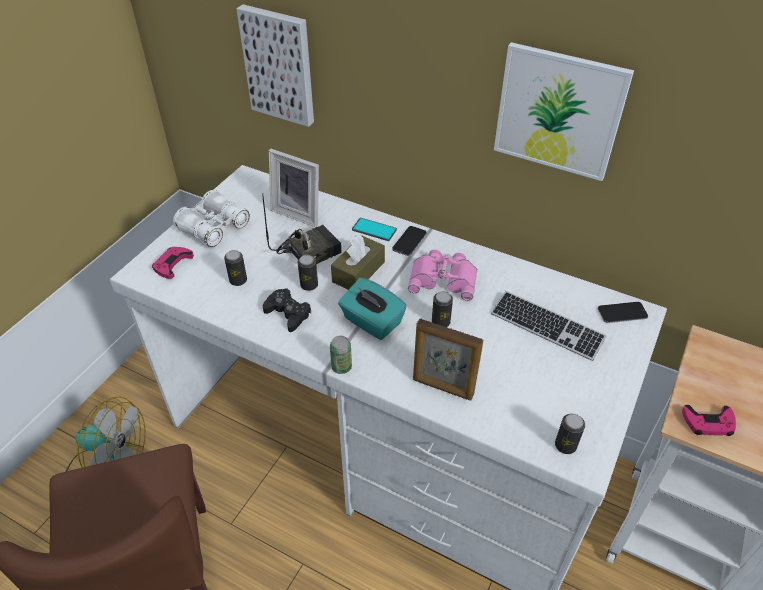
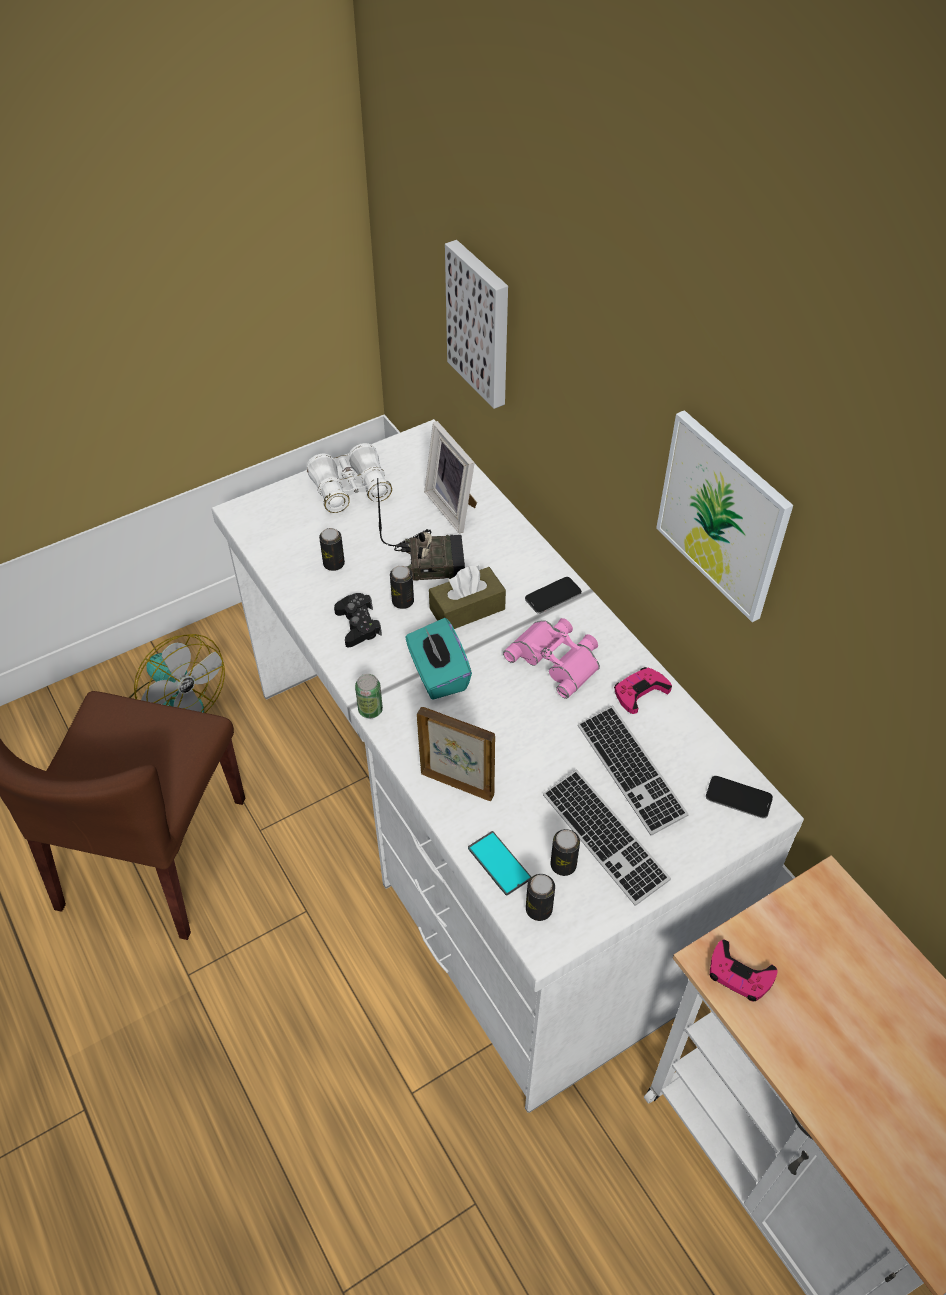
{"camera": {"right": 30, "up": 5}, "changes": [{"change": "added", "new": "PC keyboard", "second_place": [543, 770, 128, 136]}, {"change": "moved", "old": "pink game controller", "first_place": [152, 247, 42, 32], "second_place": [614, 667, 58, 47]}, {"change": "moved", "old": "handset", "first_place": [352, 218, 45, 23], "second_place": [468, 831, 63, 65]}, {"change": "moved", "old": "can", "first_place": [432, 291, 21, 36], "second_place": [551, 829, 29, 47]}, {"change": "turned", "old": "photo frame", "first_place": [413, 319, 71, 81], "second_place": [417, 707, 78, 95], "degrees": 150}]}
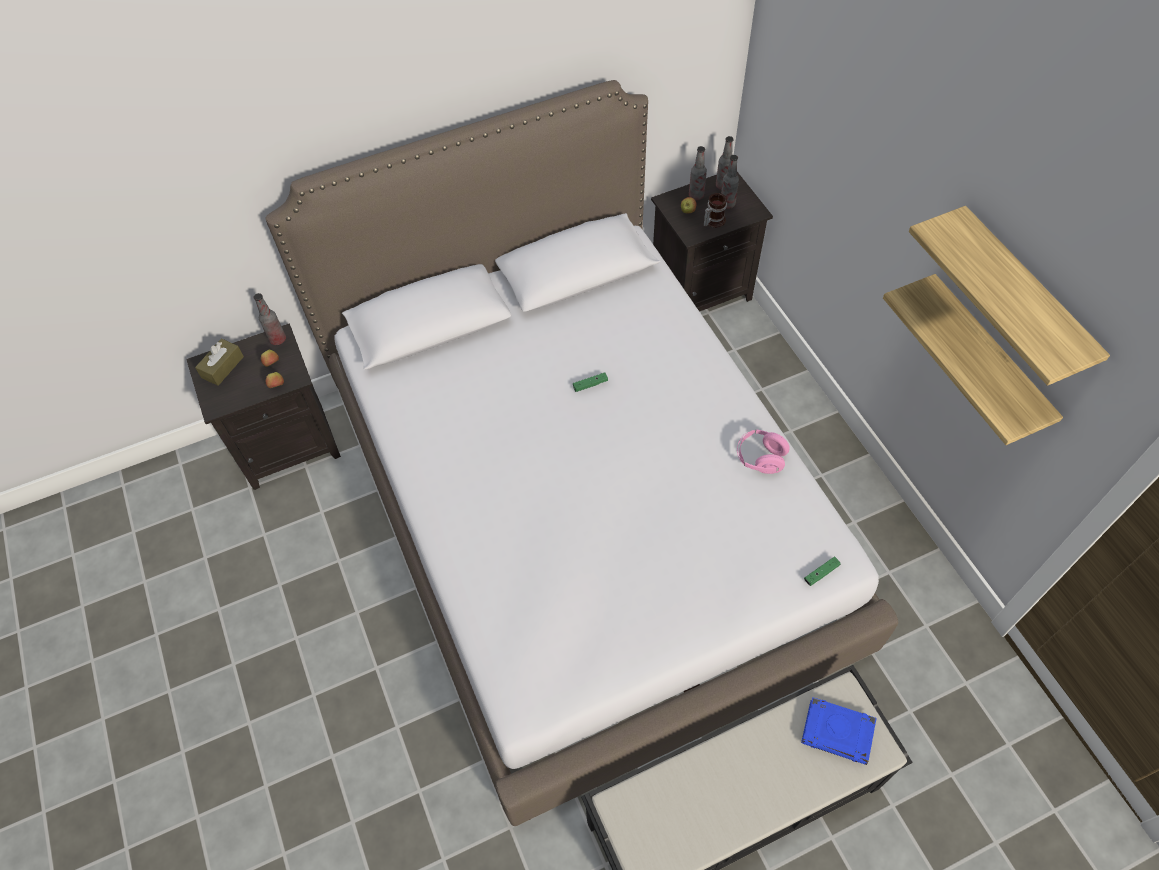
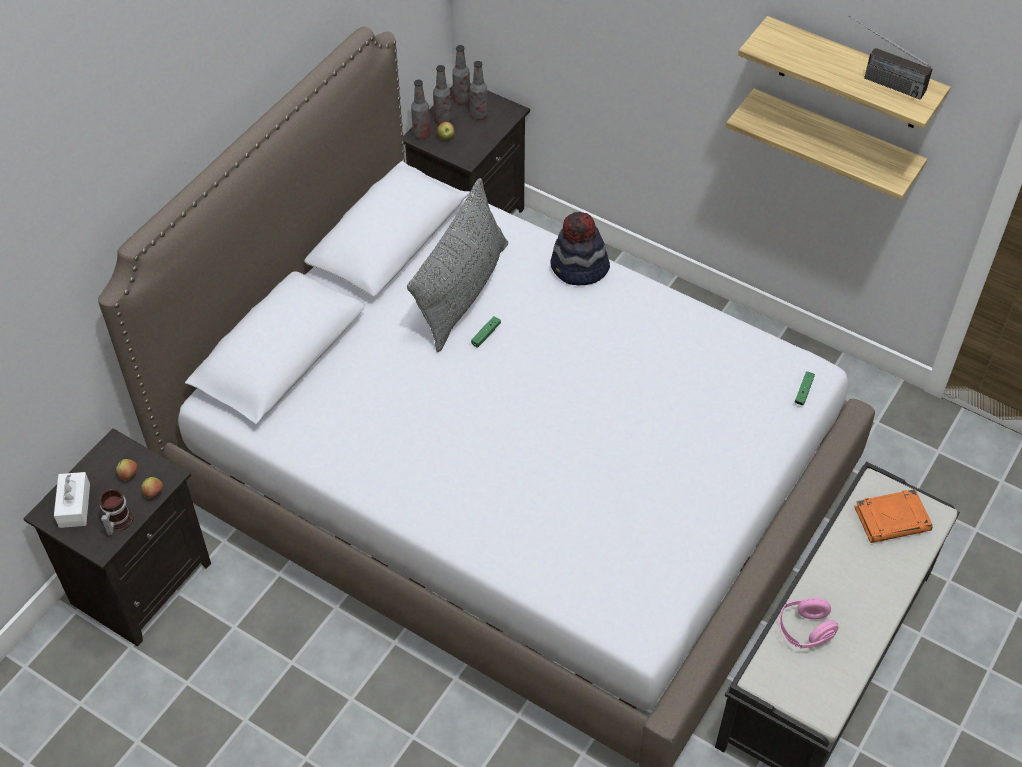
{"camera": {"right": -35, "up": -5}, "changes": [{"change": "added", "new": "grey cushion", "second_place": [407, 178, 101, 174]}, {"change": "added", "new": "hat", "second_place": [550, 212, 60, 73]}, {"change": "added", "new": "radio", "second_place": [849, 16, 83, 84]}, {"change": "moved", "old": "drink bottle", "first_place": [254, 293, 32, 52], "second_place": [411, 79, 19, 60]}, {"change": "moved", "old": "mug", "first_place": [704, 193, 23, 35], "second_place": [98, 488, 36, 48]}, {"change": "moved", "old": "pink pair of headphones", "first_place": [737, 429, 53, 45], "second_place": [778, 598, 61, 50]}, {"change": "recoloured", "old": "brownish box of tissues", "new": "whitish box of tissues", "first_place": [195, 339, 49, 47], "second_place": [54, 472, 36, 56]}, {"change": "recoloured", "old": "blue book", "new": "orange-coloured book", "first_place": [801, 697, 76, 68], "second_place": [855, 489, 77, 54]}]}
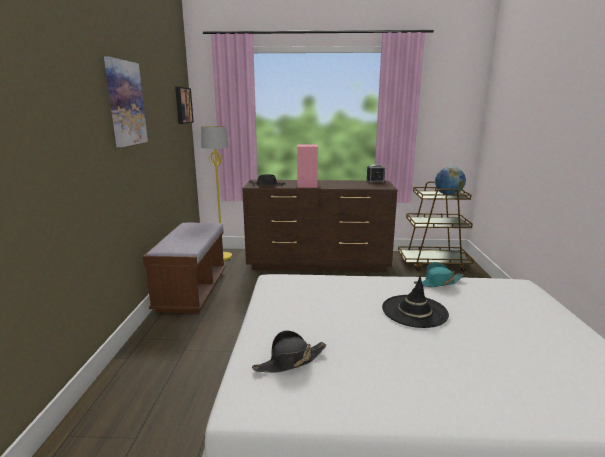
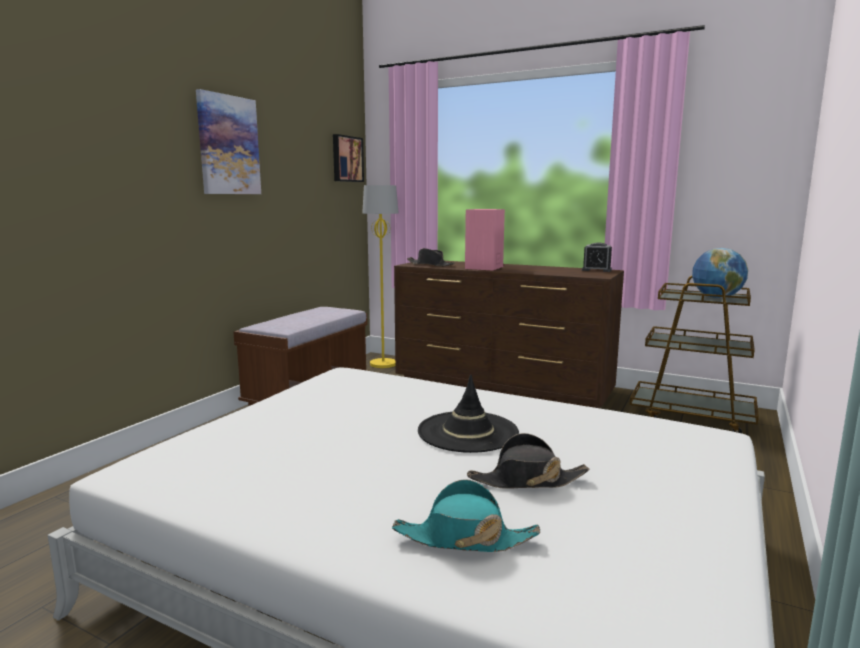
{"camera": {"right": 25, "up": -5}, "changes": [{"change": "moved", "old": "black-coloured hat", "first_place": [252, 330, 74, 43], "second_place": [467, 433, 122, 56]}, {"change": "moved", "old": "turquoise hat", "first_place": [414, 262, 50, 25], "second_place": [392, 479, 148, 73]}]}
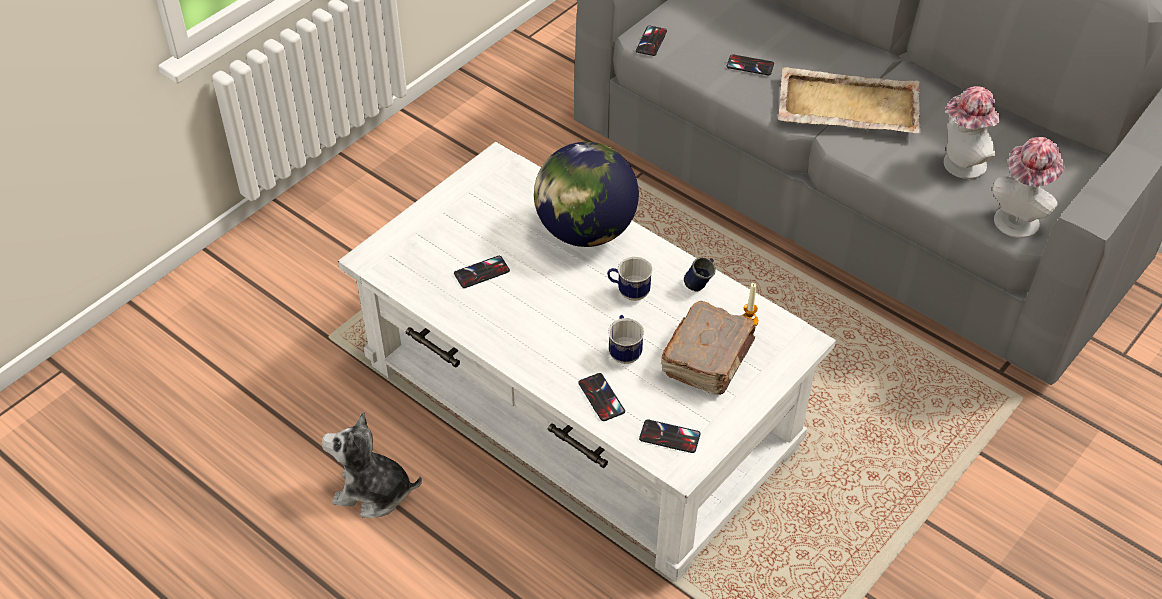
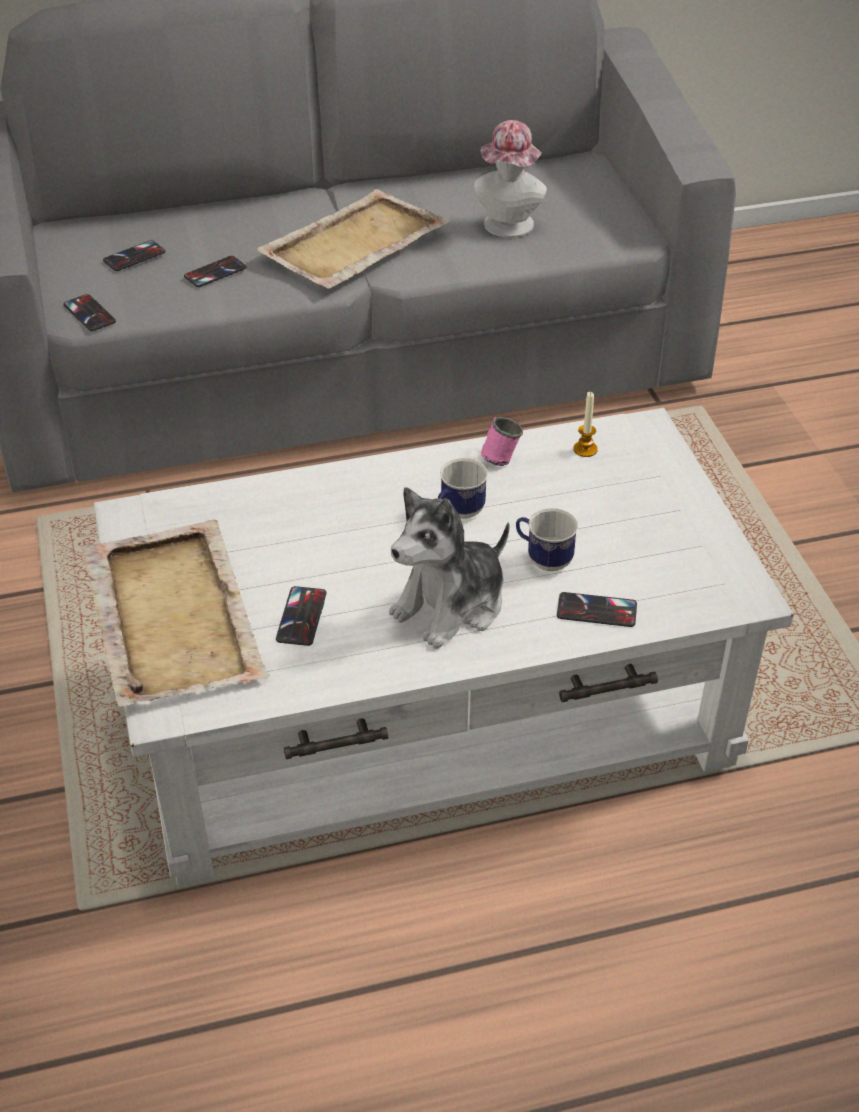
{"camera": {"right": -55, "up": -5}, "changes": [{"change": "removed", "old": "world globe", "first_place": [534, 142, 105, 105]}, {"change": "removed", "old": "brownish book", "first_place": [661, 301, 95, 94]}, {"change": "removed", "old": "hat", "first_place": [993, 137, 72, 101]}, {"change": "added", "new": "beige carrying tray", "second_place": [82, 520, 188, 187]}, {"change": "moved", "old": "soft toy", "first_place": [322, 411, 100, 107], "second_place": [389, 487, 121, 162]}, {"change": "moved", "old": "handset", "first_place": [639, 419, 61, 34], "second_place": [103, 240, 62, 31]}, {"change": "recoloured", "old": "blue mug", "new": "pink mug", "first_place": [684, 257, 32, 35], "second_place": [481, 417, 42, 49]}]}
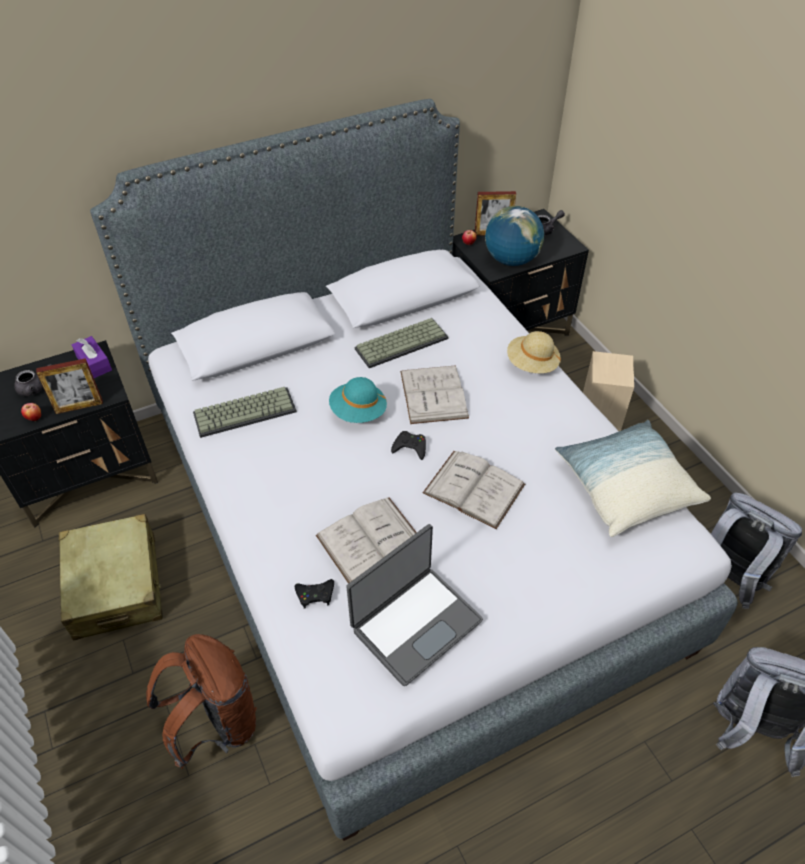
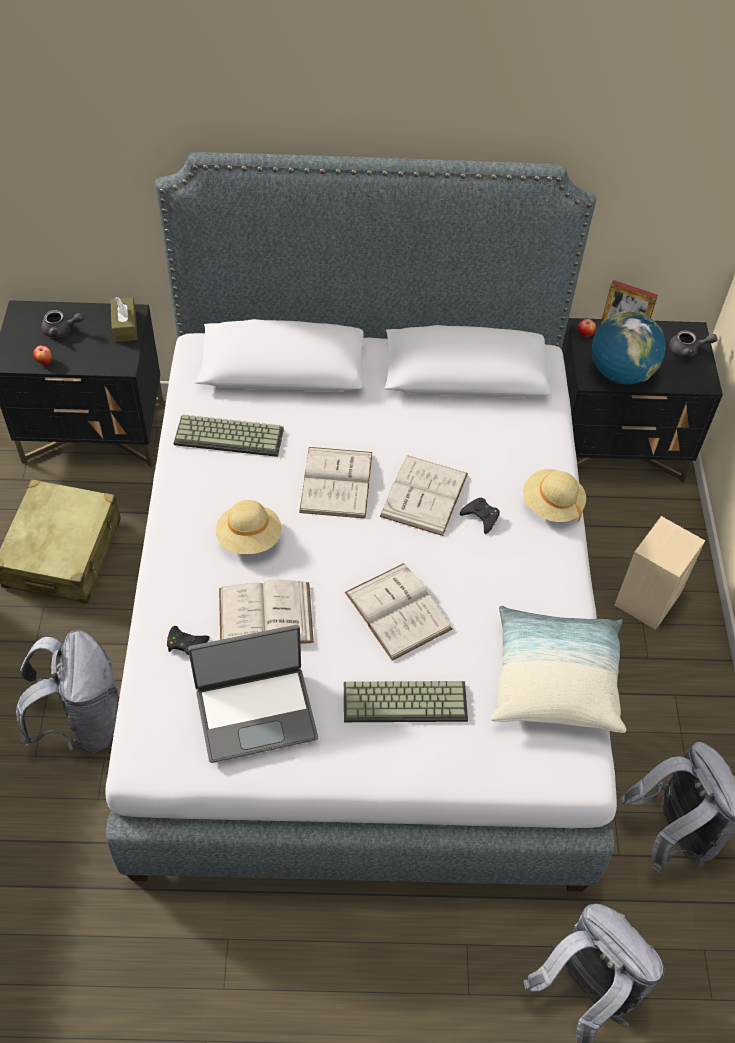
{"camera": {"right": 25, "up": 5}, "changes": [{"change": "removed", "old": "photo frame", "first_place": [36, 358, 67, 56]}, {"change": "added", "new": "beige hat", "second_place": [216, 500, 65, 54]}, {"change": "moved", "old": "PC keyboard", "first_place": [355, 318, 93, 50], "second_place": [344, 681, 124, 41]}, {"change": "moved", "old": "black-coloured game controller", "first_place": [391, 431, 35, 29], "second_place": [460, 498, 40, 36]}, {"change": "replaced", "old": "turquoise hat", "new": "whitish book", "first_place": [329, 377, 58, 46], "second_place": [299, 447, 74, 72]}, {"change": "recoloured", "old": "purplish box of tissues", "new": "brownish box of tissues", "first_place": [72, 336, 40, 42], "second_place": [110, 297, 28, 45]}, {"change": "recoloured", "old": "brownish knapsack", "new": "grey knapsack", "first_place": [146, 634, 111, 135], "second_place": [16, 630, 102, 123]}]}
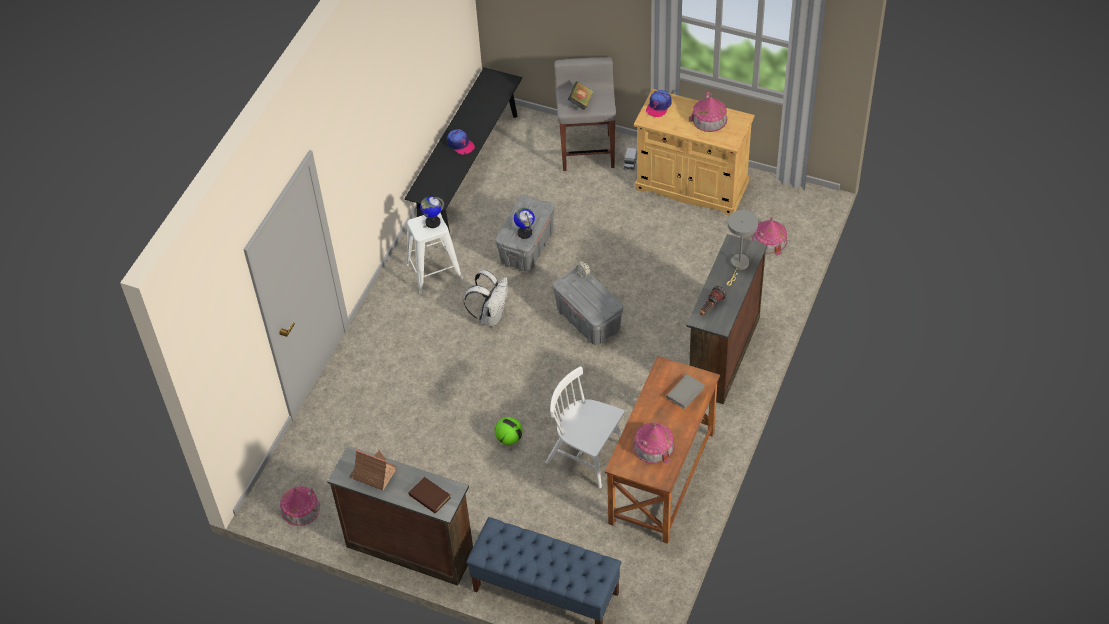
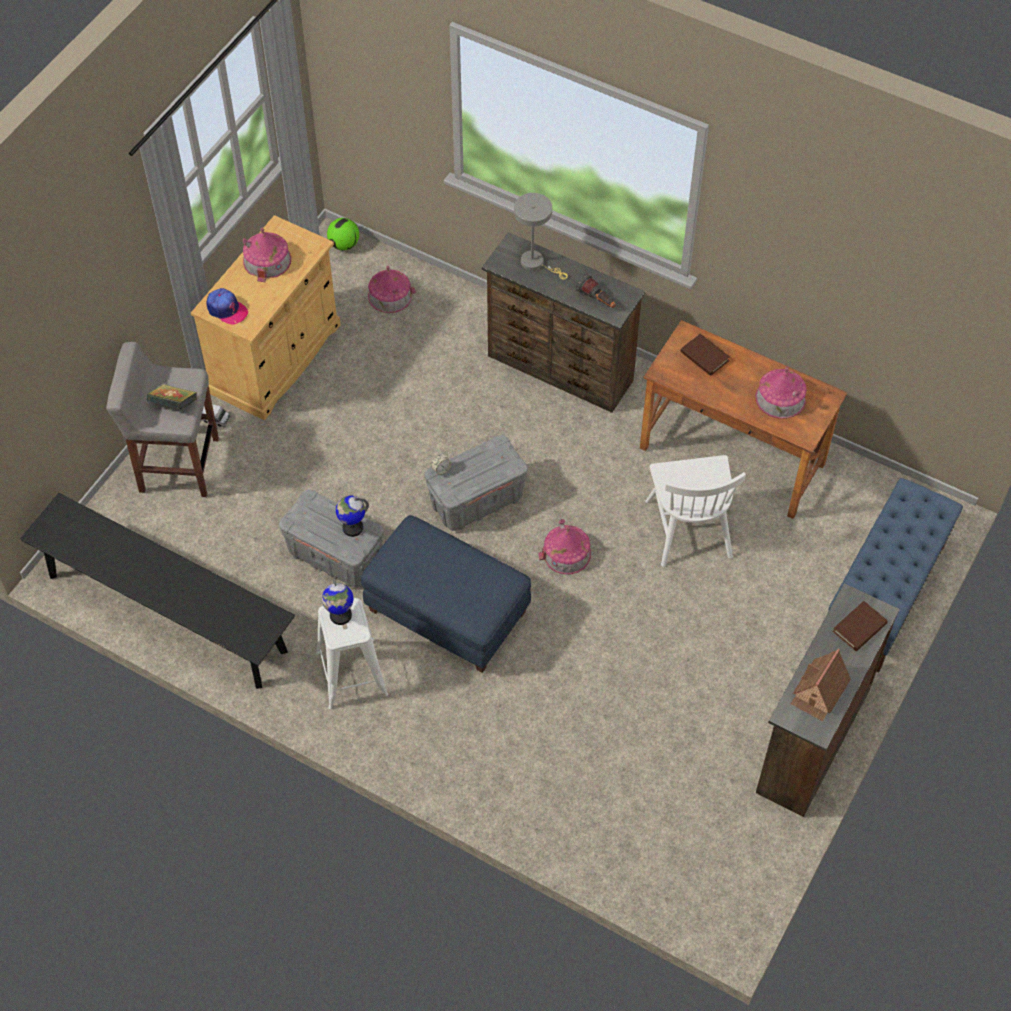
{"camera": {"right": -85, "up": 5}, "changes": [{"change": "removed", "old": "peaked cap", "first_place": [447, 129, 28, 26]}, {"change": "moved", "old": "miniature house", "first_place": [280, 486, 40, 40], "second_place": [538, 519, 53, 55]}, {"change": "moved", "old": "football", "first_place": [495, 417, 28, 28], "second_place": [327, 218, 32, 32]}, {"change": "replaced", "old": "whitish knapsack", "new": "blue footrest", "first_place": [464, 270, 44, 57], "second_place": [361, 515, 170, 158]}, {"change": "recoloured", "old": "grey book", "new": "brownish book", "first_place": [666, 374, 39, 35], "second_place": [680, 334, 50, 42]}, {"change": "turned", "old": "whitish upright chair", "first_place": [546, 366, 79, 122], "second_place": [646, 455, 100, 112], "degrees": -45}]}
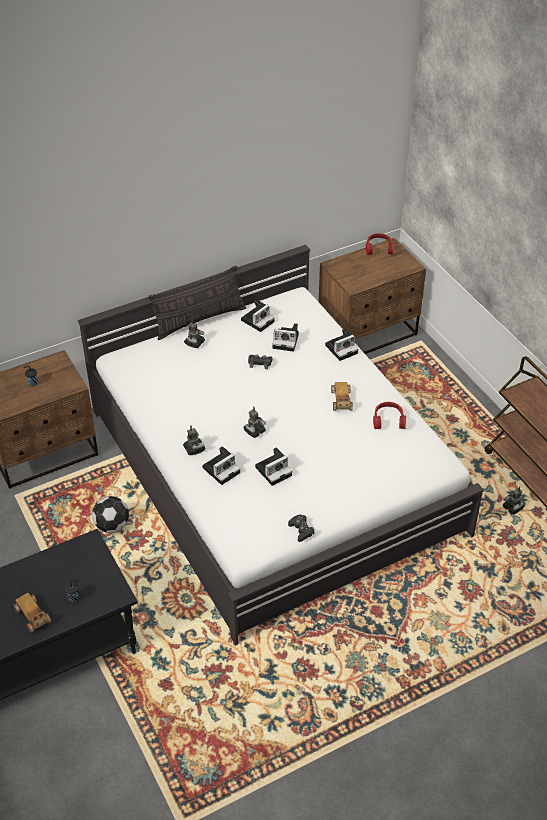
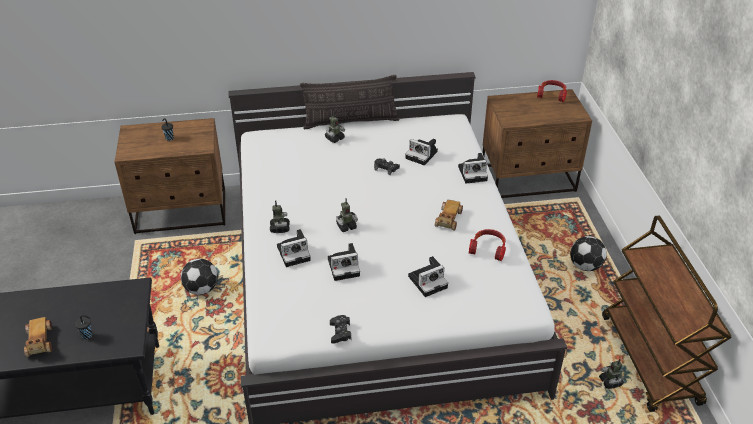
{"camera": {"right": 20, "up": -5}, "changes": [{"change": "added", "new": "football", "second_place": [570, 236, 37, 35]}, {"change": "moved", "old": "still camera", "first_place": [241, 300, 34, 32], "second_place": [408, 256, 40, 41]}]}
